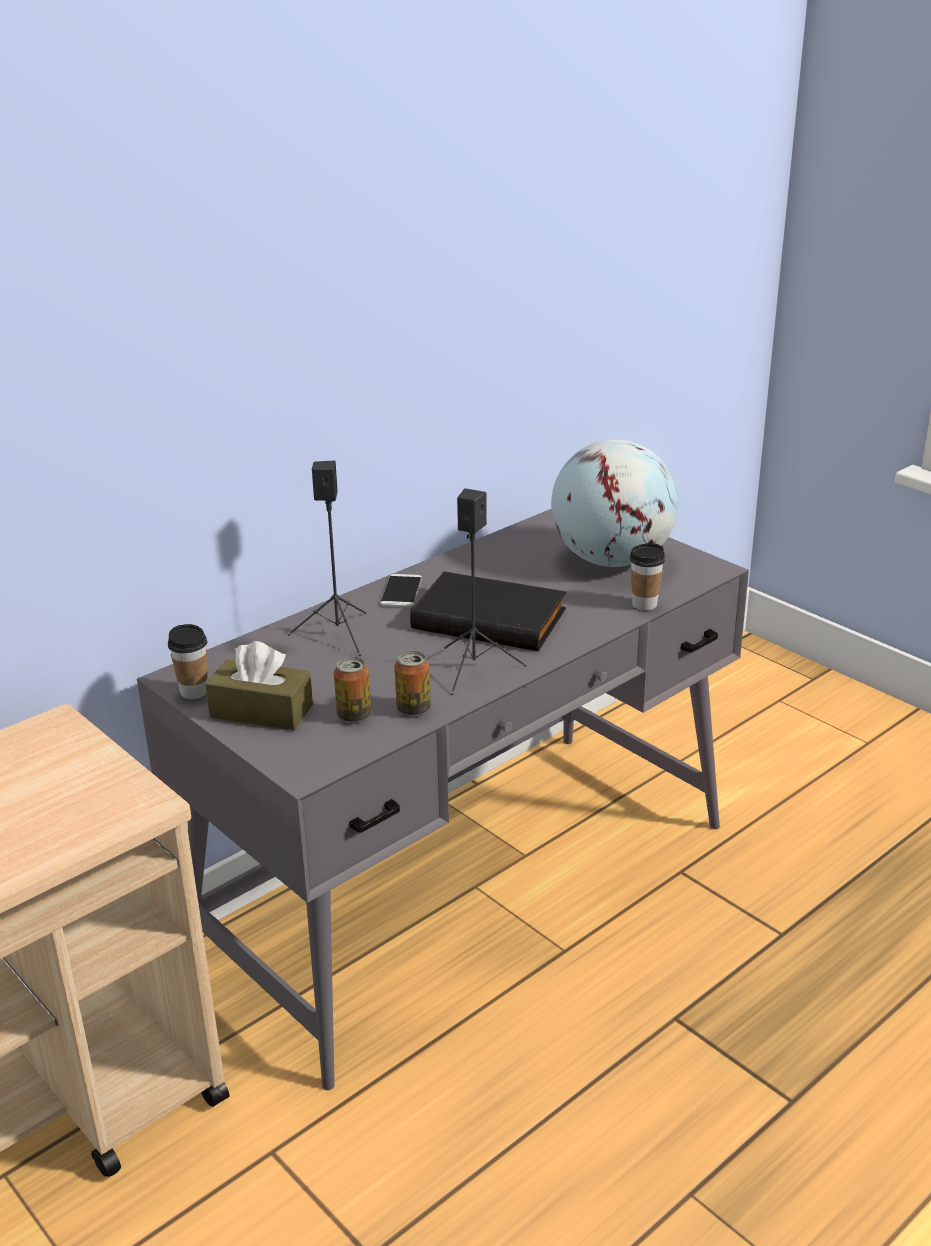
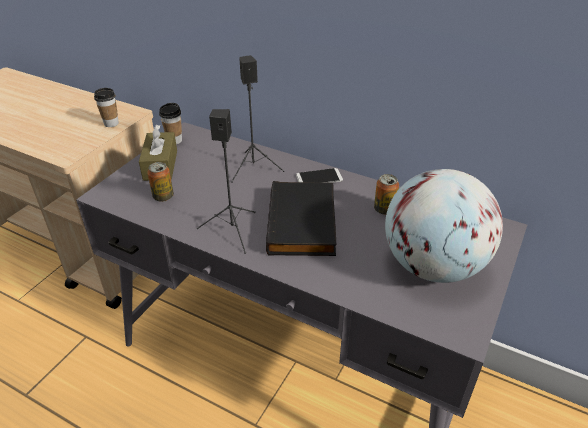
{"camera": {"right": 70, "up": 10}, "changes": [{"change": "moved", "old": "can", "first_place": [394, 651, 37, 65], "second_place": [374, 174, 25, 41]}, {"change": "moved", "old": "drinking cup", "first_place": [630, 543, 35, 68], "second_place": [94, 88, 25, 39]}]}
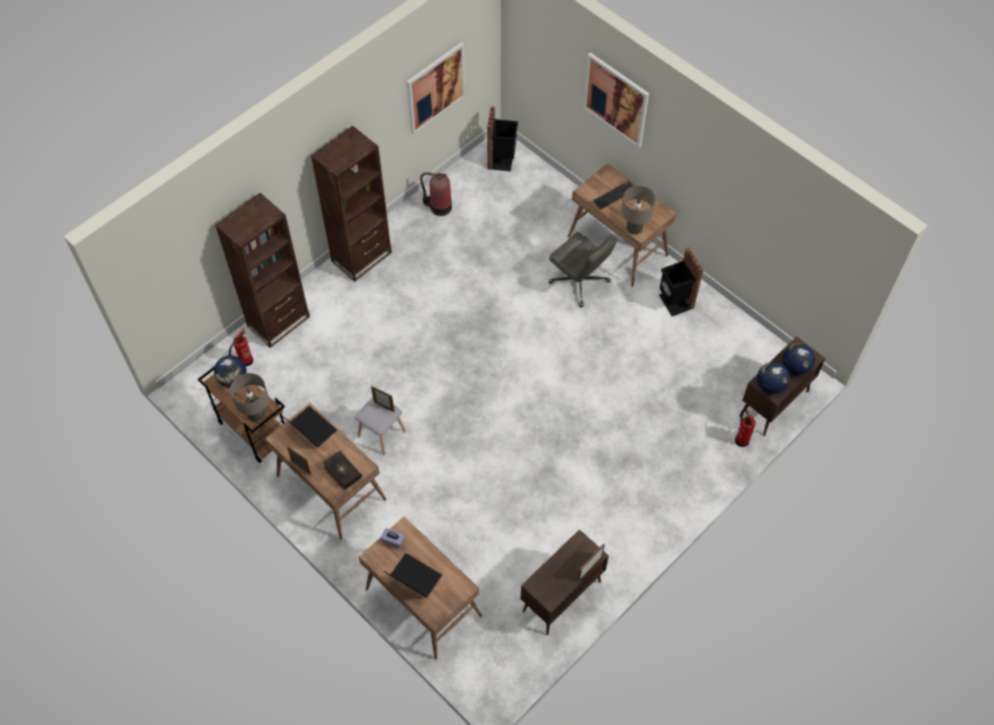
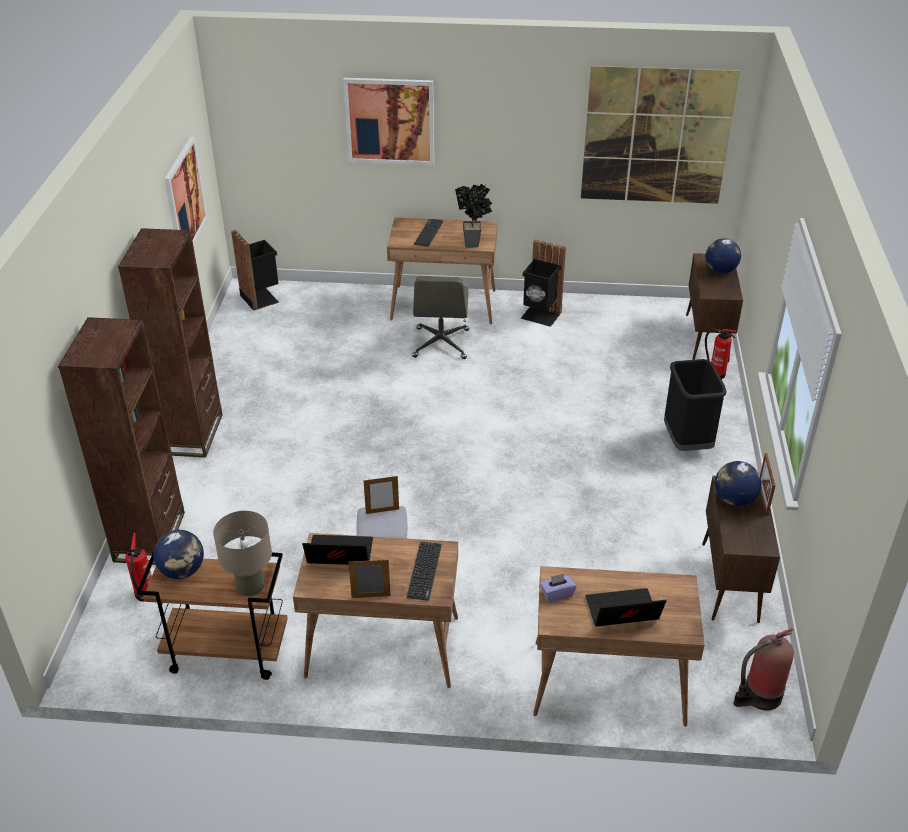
{"camera": {"right": -40, "up": -20}, "changes": [{"change": "added", "new": "wall art", "second_place": [581, 66, 159, 138]}, {"change": "added", "new": "black-coloured waste bin", "second_place": [664, 359, 63, 92]}, {"change": "moved", "old": "extinguisher", "first_place": [420, 172, 32, 44], "second_place": [734, 628, 60, 82]}, {"change": "moved", "old": "world globe", "first_place": [757, 362, 33, 32], "second_place": [715, 461, 46, 45]}, {"change": "replaced", "old": "book", "new": "PC keyboard", "first_place": [323, 451, 39, 39], "second_place": [407, 542, 35, 59]}, {"change": "replaced", "old": "beige tabletop lamp", "new": "houseplant", "first_place": [621, 186, 34, 49], "second_place": [455, 184, 37, 63]}, {"change": "turned", "old": "grey desk chair", "first_place": [549, 232, 68, 75], "second_place": [412, 276, 57, 83], "degrees": 90}]}
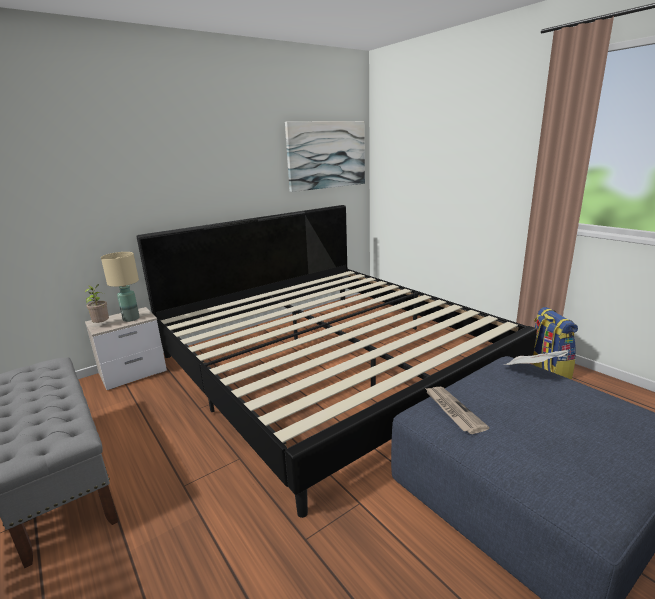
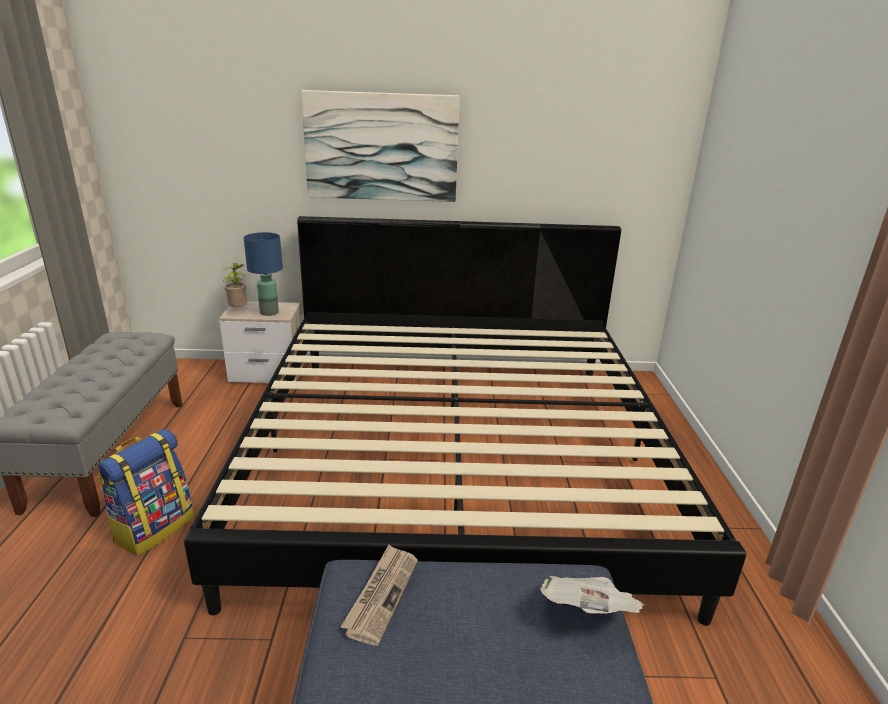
{"camera": {"right": 35, "up": 5}, "changes": [{"change": "moved", "old": "wall art", "first_place": [285, 121, 80, 71], "second_place": [301, 90, 159, 112]}, {"change": "moved", "old": "knapsack", "first_place": [532, 307, 46, 72], "second_place": [98, 429, 96, 127]}, {"change": "recoloured", "old": "beige tabletop lamp", "new": "blue tabletop lamp", "first_place": [101, 252, 39, 70], "second_place": [243, 232, 40, 84]}]}
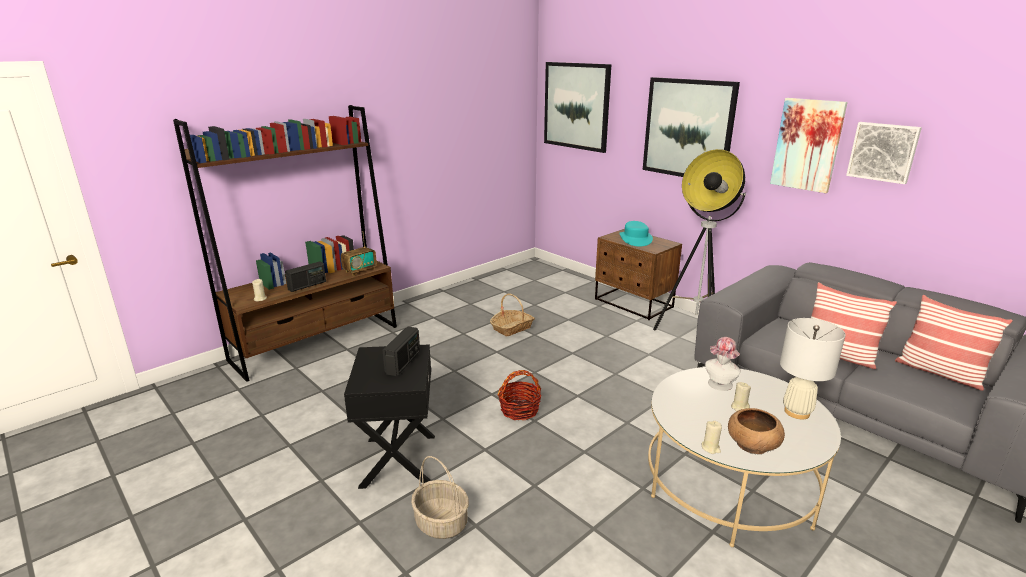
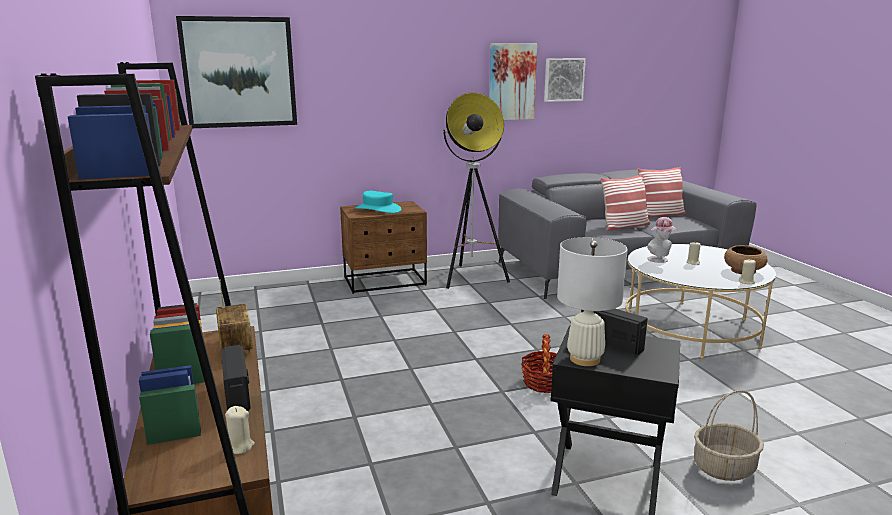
{"camera": {"right": -65, "up": -5}, "changes": [{"change": "removed", "old": "basket", "first_place": [490, 293, 45, 44]}, {"change": "removed", "old": "wall art", "first_place": [643, 77, 97, 100]}, {"change": "moved", "old": "whitish tabletop lamp", "first_place": [780, 318, 66, 101], "second_place": [557, 237, 71, 129]}]}
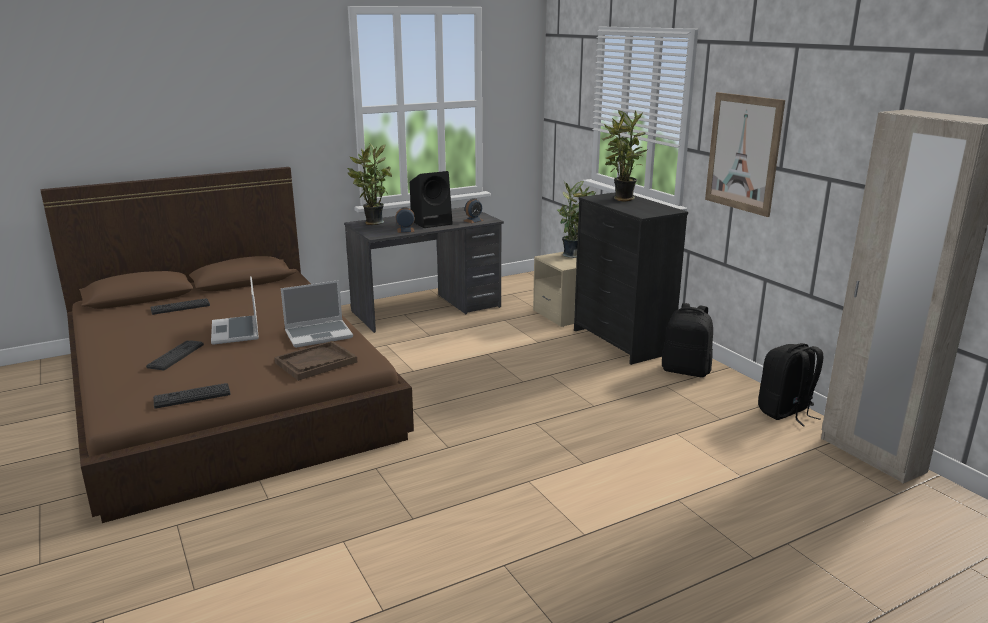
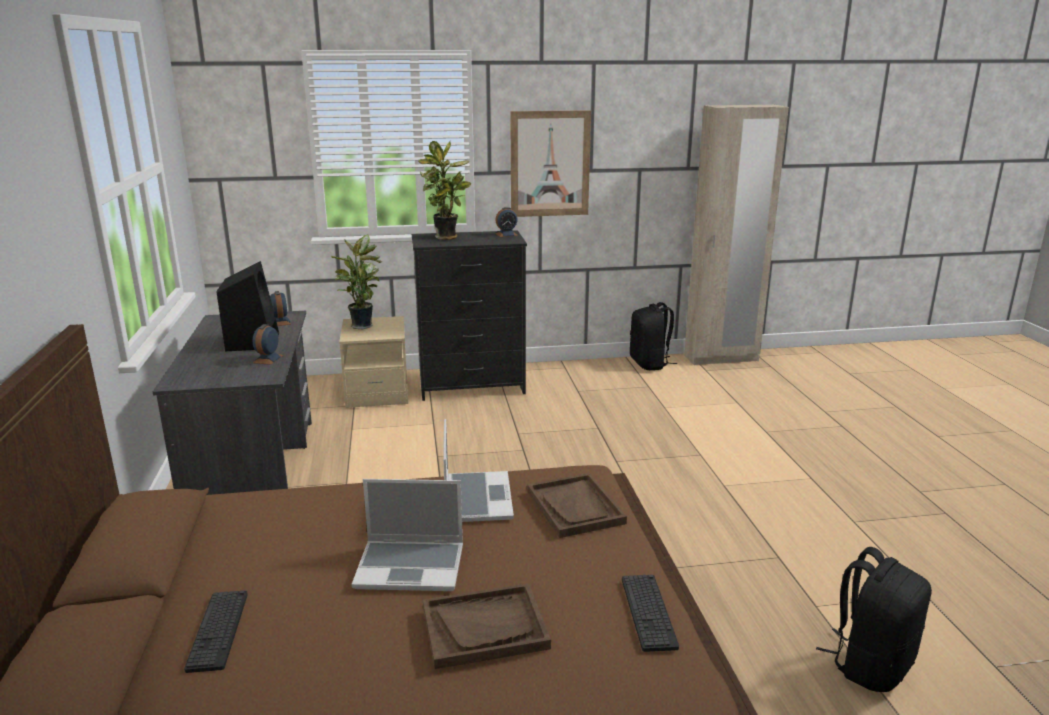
{"camera": {"right": -70, "up": 0}, "changes": [{"change": "removed", "old": "houseplant", "first_place": [347, 143, 45, 82]}, {"change": "added", "new": "alarm clock", "second_place": [495, 207, 23, 30]}, {"change": "moved", "old": "black-coloured knapsack", "first_place": [662, 303, 51, 74], "second_place": [816, 547, 116, 145]}, {"change": "replaced", "old": "PC keyboard", "new": "brownish carrying tray", "first_place": [146, 340, 58, 30], "second_place": [423, 583, 128, 86]}]}
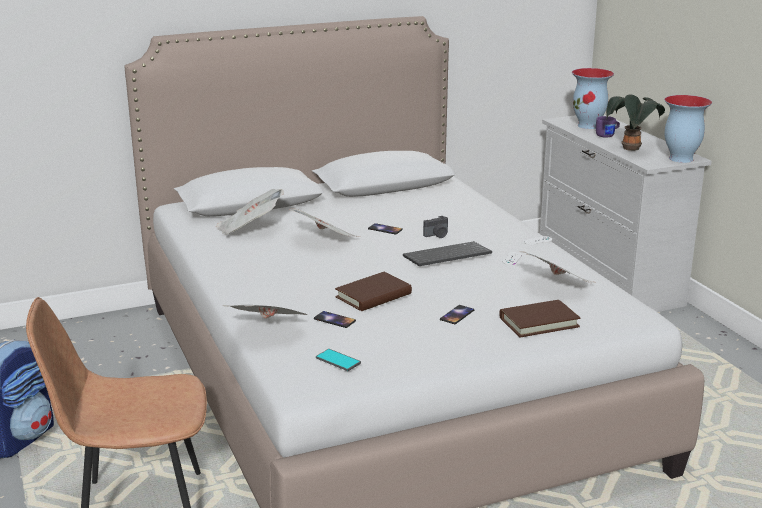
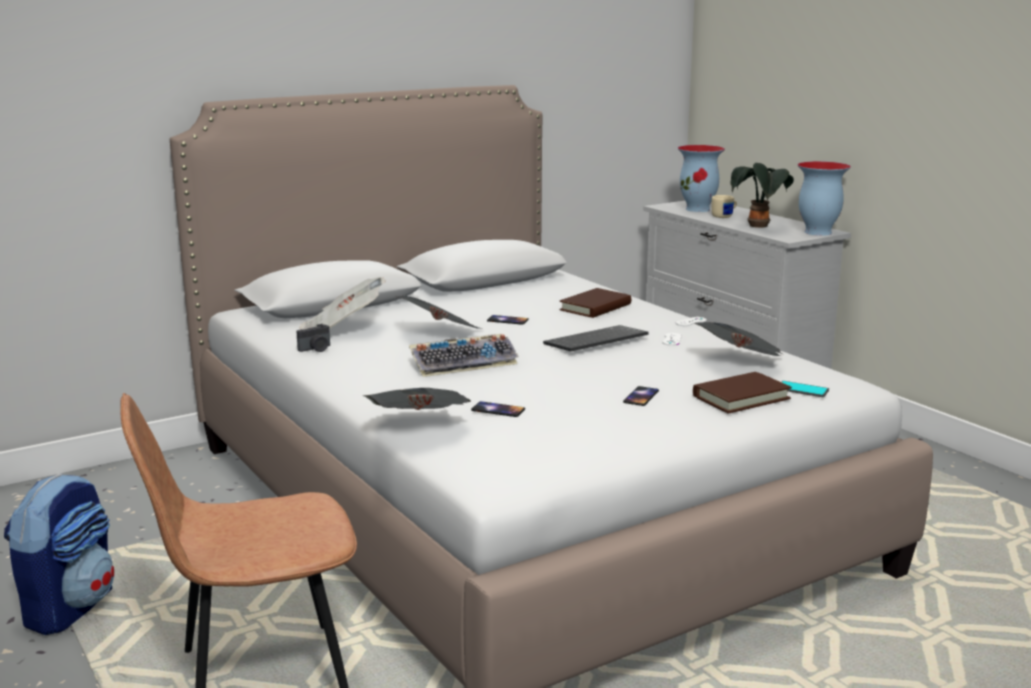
{"camera": {"right": -10, "up": -5}, "changes": [{"change": "added", "new": "PC keyboard", "second_place": [409, 334, 110, 43]}, {"change": "moved", "old": "handset", "first_place": [316, 349, 45, 22], "second_place": [782, 381, 47, 16]}, {"change": "moved", "old": "brownish book", "first_place": [335, 272, 77, 39], "second_place": [559, 288, 72, 30]}, {"change": "moved", "old": "still camera", "first_place": [423, 216, 25, 22], "second_place": [296, 324, 34, 28]}, {"change": "recoloured", "old": "purplish mug", "new": "beige mug", "first_place": [596, 116, 24, 22], "second_place": [712, 195, 25, 23]}]}
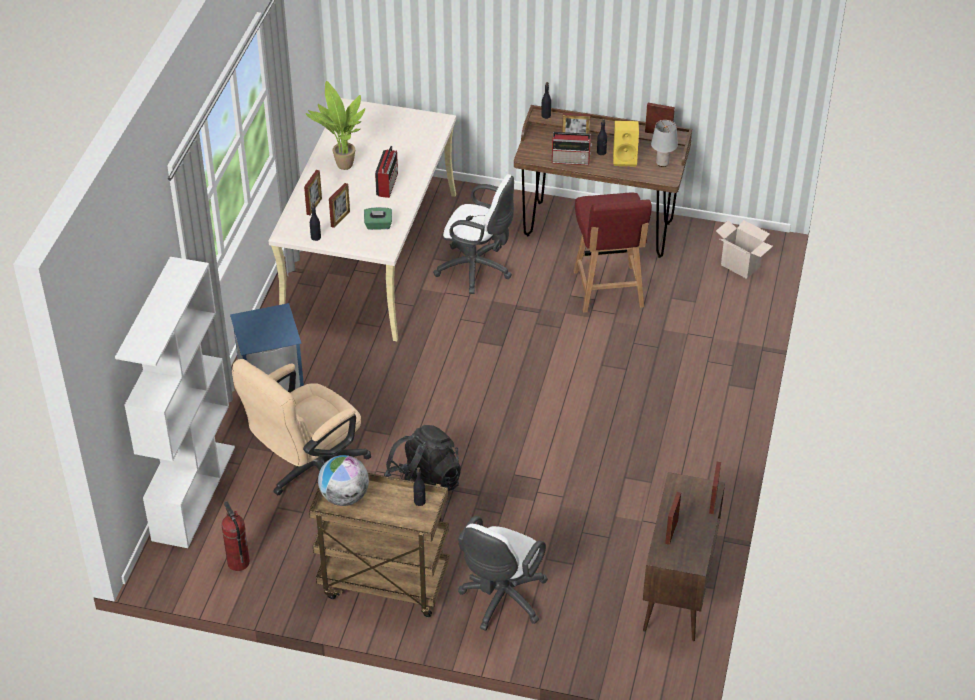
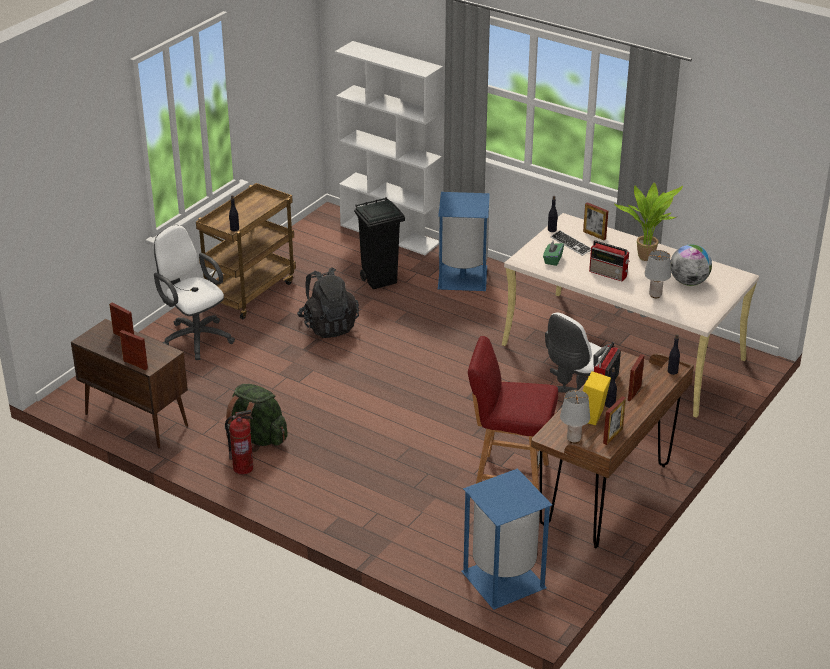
{"camera": {"right": 110, "up": -10}, "changes": [{"change": "added", "new": "greenish knapsack", "second_place": [225, 384, 63, 68]}, {"change": "added", "new": "grey tabletop lamp", "second_place": [644, 250, 27, 48]}, {"change": "moved", "old": "extinguisher", "first_place": [221, 501, 29, 70], "second_place": [225, 410, 28, 65]}, {"change": "moved", "old": "world globe", "first_place": [318, 455, 51, 51], "second_place": [671, 244, 41, 42]}, {"change": "replaced", "old": "beige desk chair", "new": "black-coloured waste bin", "first_place": [232, 359, 139, 137], "second_place": [354, 197, 51, 92]}, {"change": "replaced", "old": "photo frame", "new": "PC keyboard", "first_place": [329, 183, 21, 45], "second_place": [551, 231, 40, 25]}, {"change": "replaced", "old": "packing box", "new": "blue waste bin", "first_place": [716, 220, 57, 59], "second_place": [461, 468, 91, 142]}]}
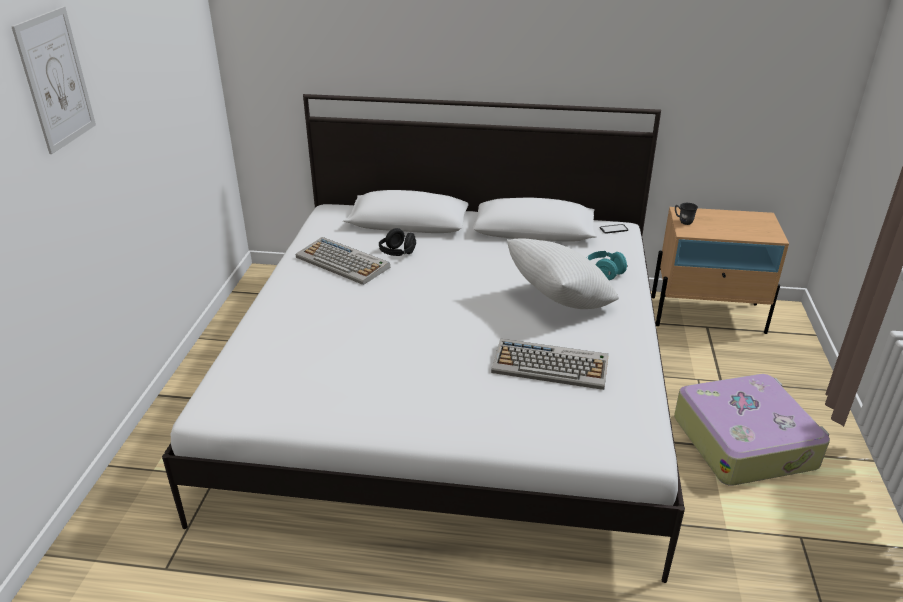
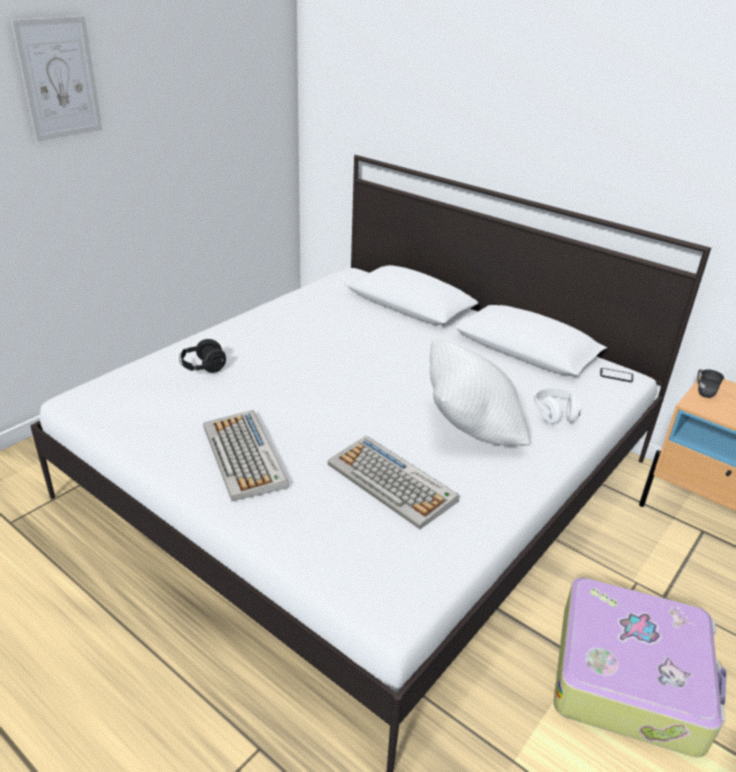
{"camera": {"right": 30, "up": 0}, "changes": [{"change": "moved", "old": "PC keyboard", "first_place": [296, 237, 94, 48], "second_place": [203, 410, 86, 91]}, {"change": "moved", "old": "black-coloured pair of headphones", "first_place": [379, 228, 37, 28], "second_place": [179, 339, 47, 34]}, {"change": "recoloured", "old": "turquoise pair of headphones", "new": "whitish pair of headphones", "first_place": [587, 251, 41, 29], "second_place": [534, 388, 46, 36]}]}
